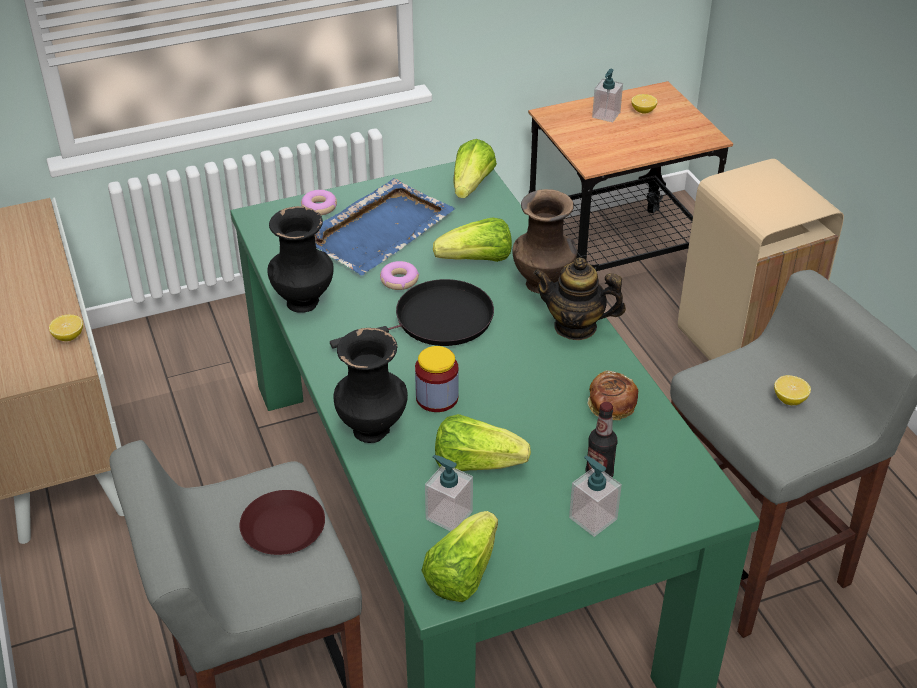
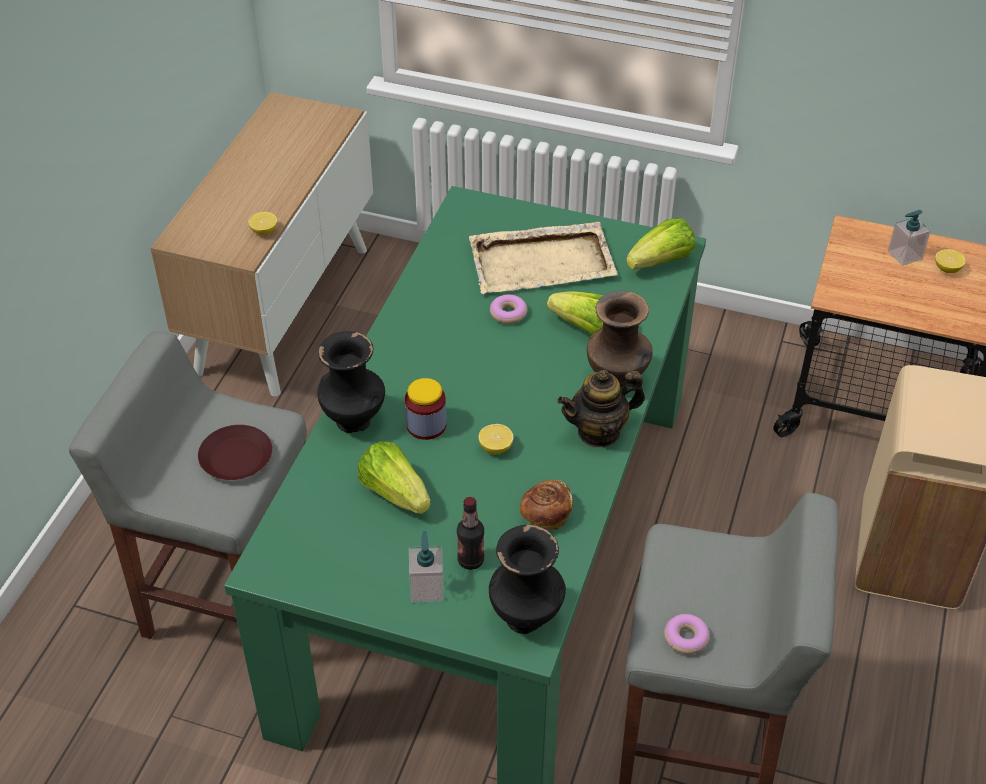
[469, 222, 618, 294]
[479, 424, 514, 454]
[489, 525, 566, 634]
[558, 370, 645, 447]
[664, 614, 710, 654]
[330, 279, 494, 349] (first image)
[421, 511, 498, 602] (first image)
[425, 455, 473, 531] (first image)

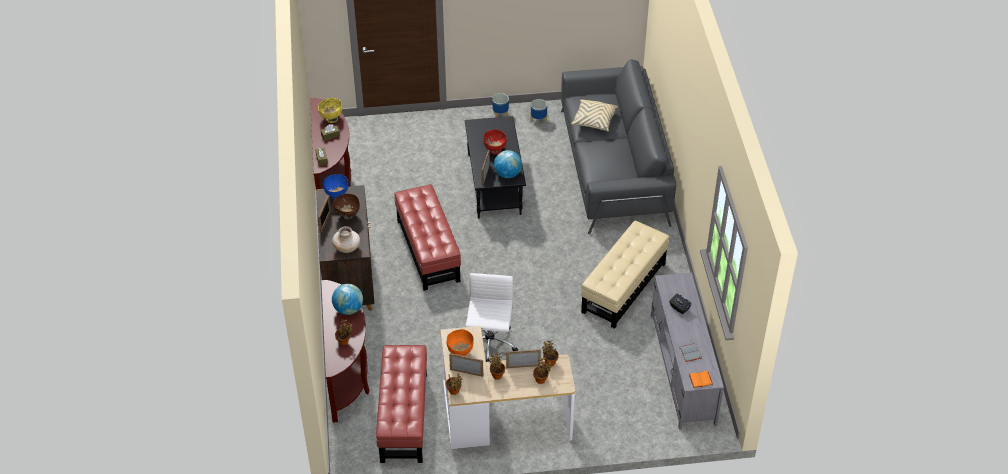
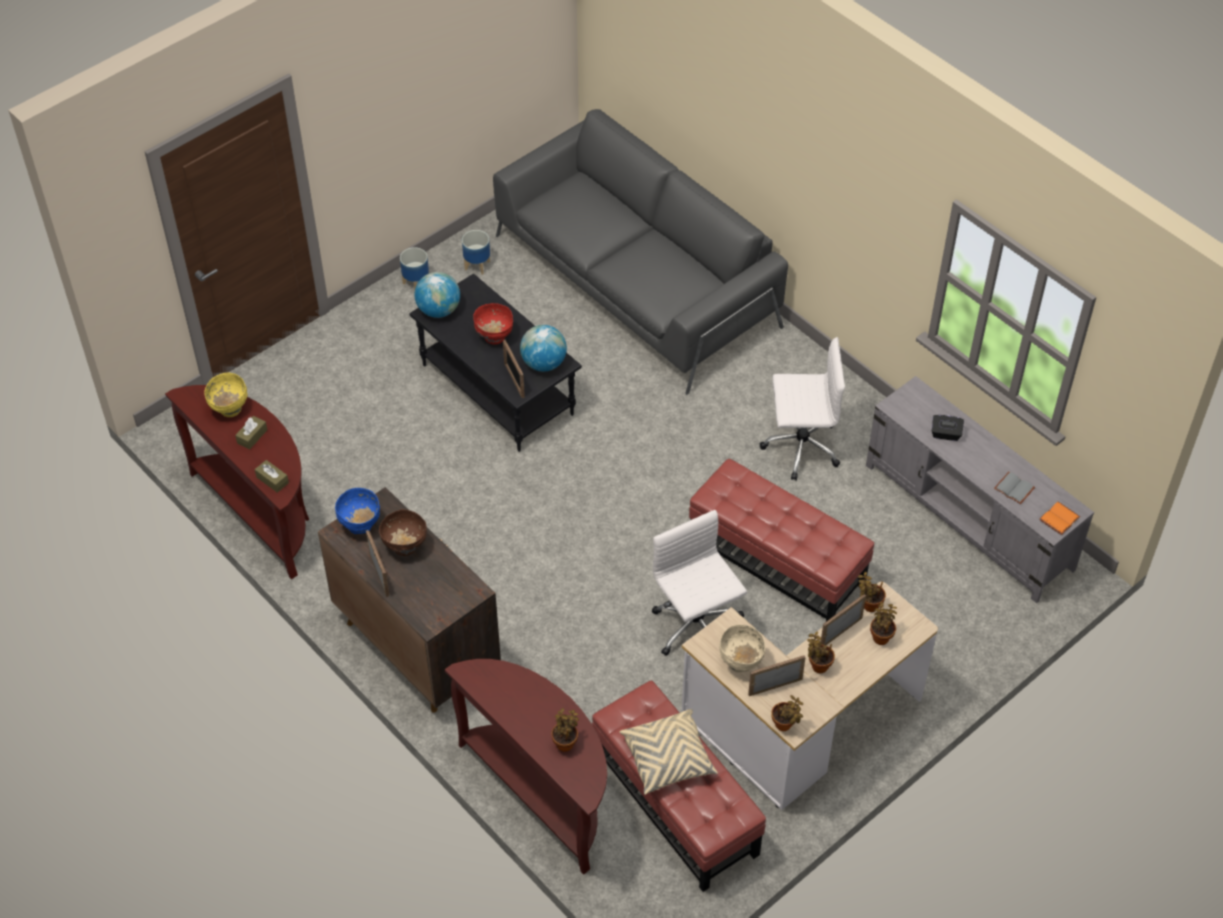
[415, 272, 460, 318]
[619, 709, 718, 795]
[689, 459, 874, 621]
[719, 625, 765, 673]
[760, 337, 845, 481]
[332, 226, 360, 253] (first image)

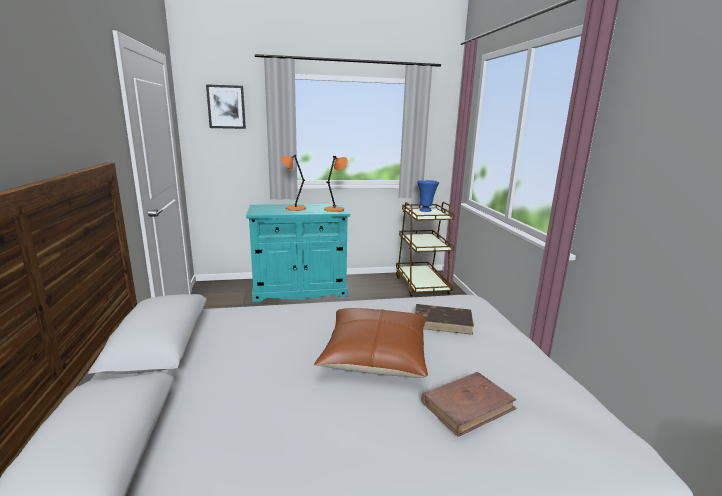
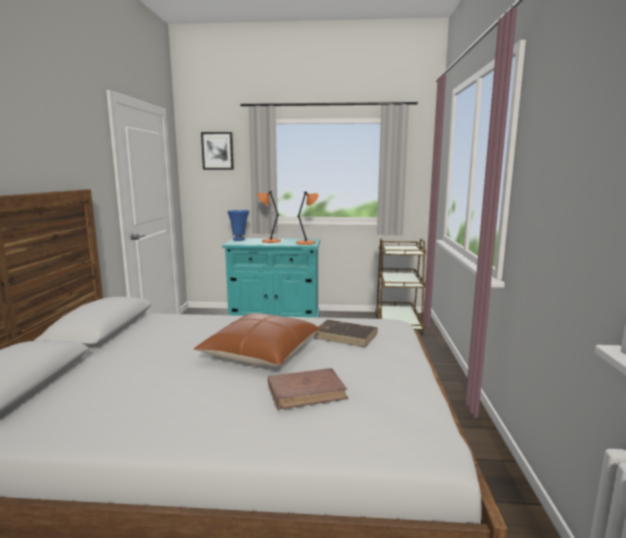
[227, 210, 249, 241]

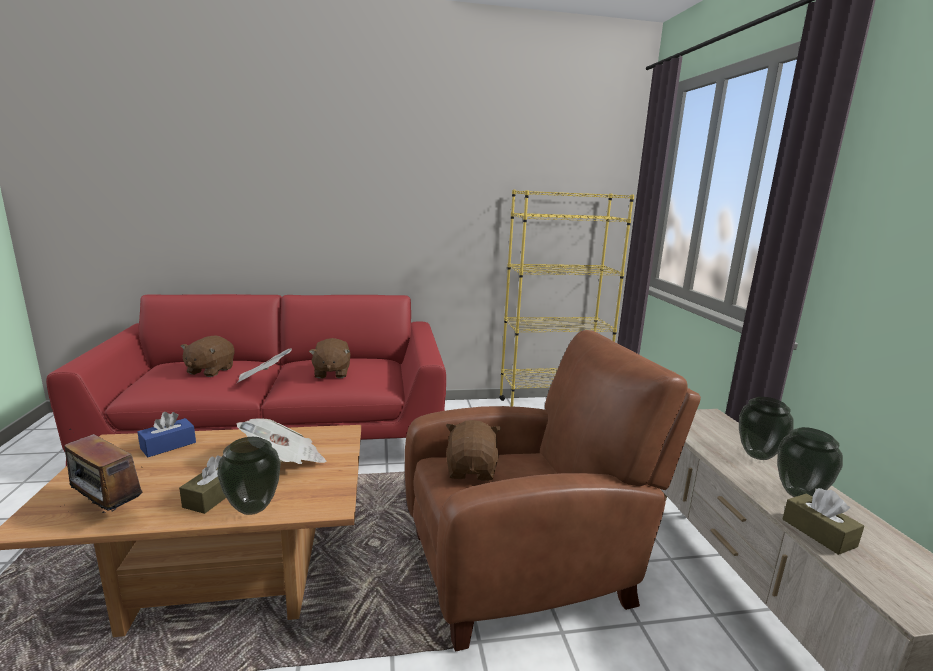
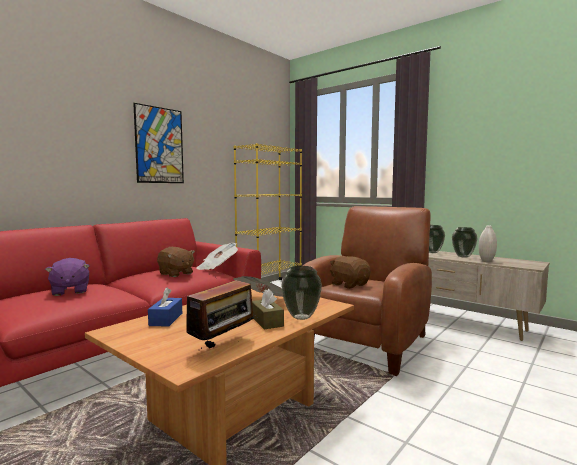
[45, 258, 90, 296]
[133, 103, 184, 183]
[186, 276, 258, 349]
[196, 243, 238, 270]
[479, 225, 497, 262]

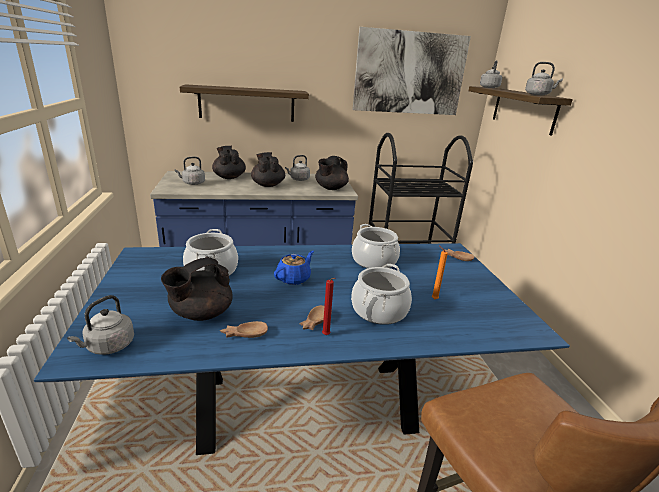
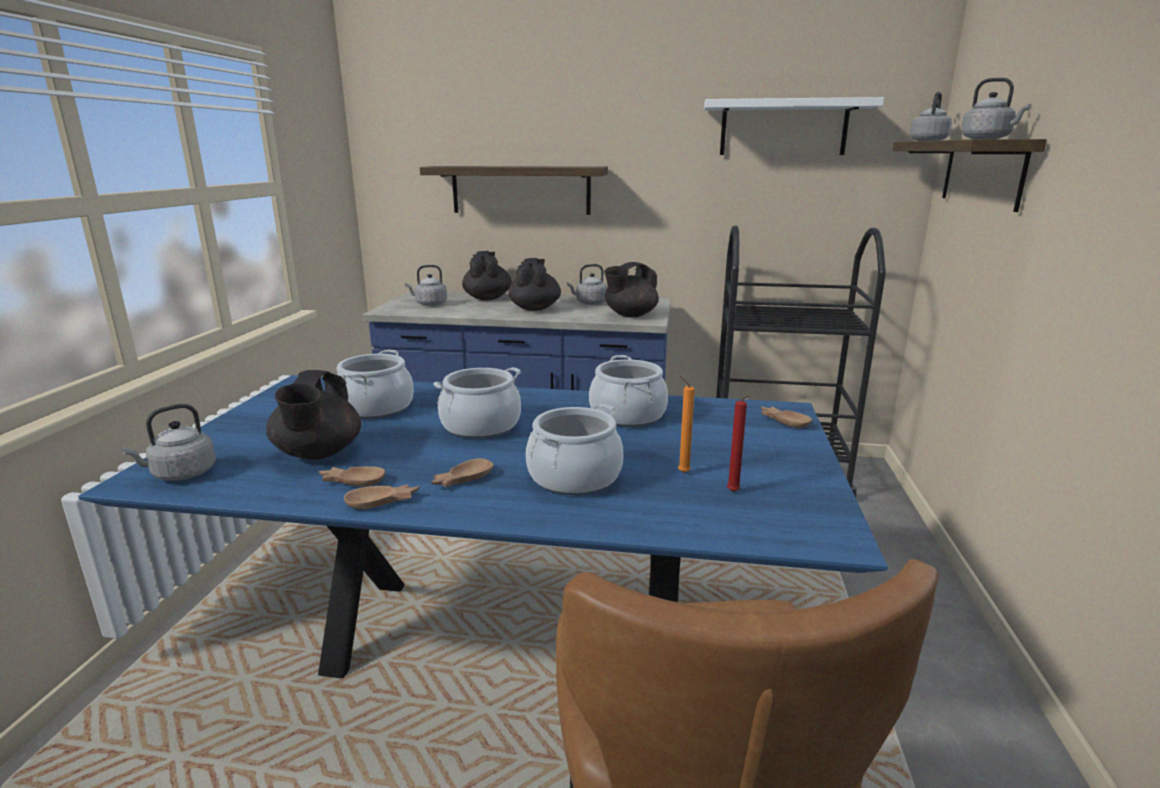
[266, 370, 361, 460]
[344, 484, 420, 509]
[433, 367, 521, 439]
[704, 97, 884, 155]
[727, 395, 749, 492]

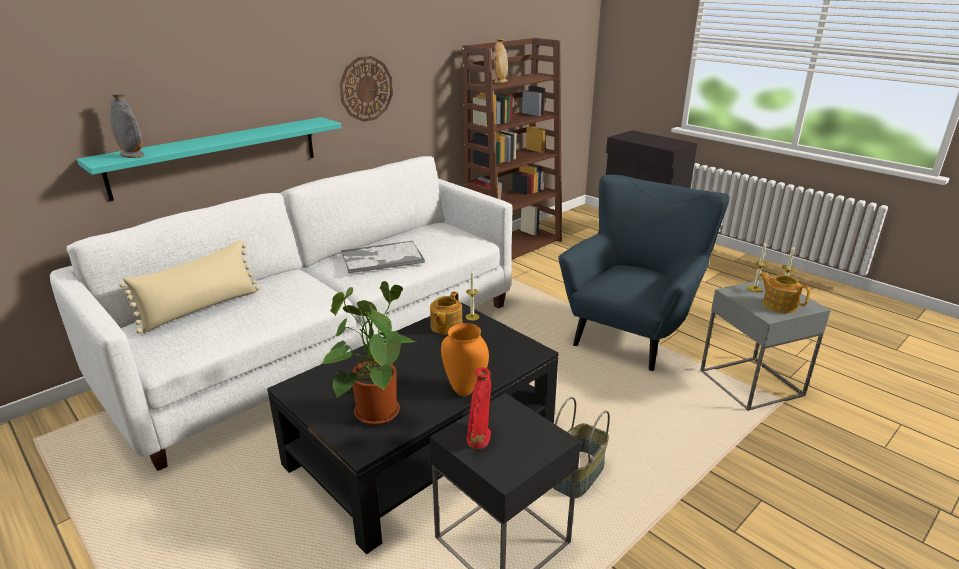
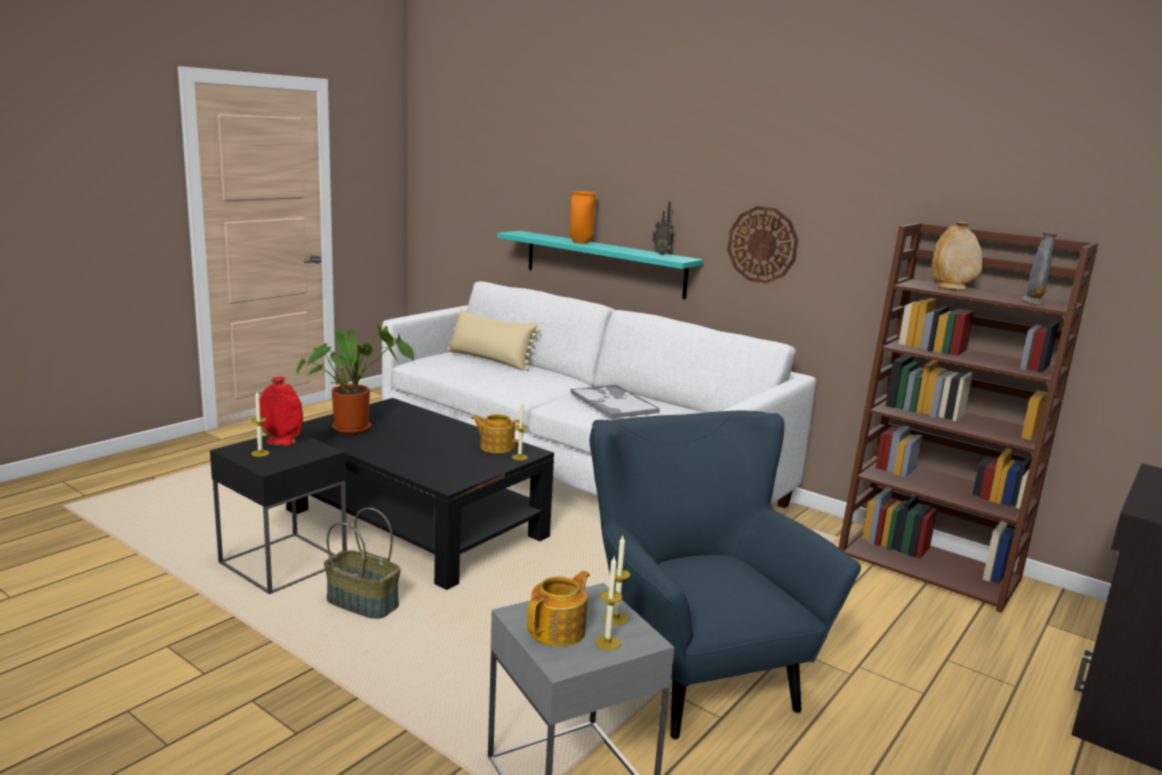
[251, 392, 270, 457]
[570, 191, 596, 244]
[589, 410, 861, 740]
[652, 201, 674, 255]
[1022, 231, 1058, 305]

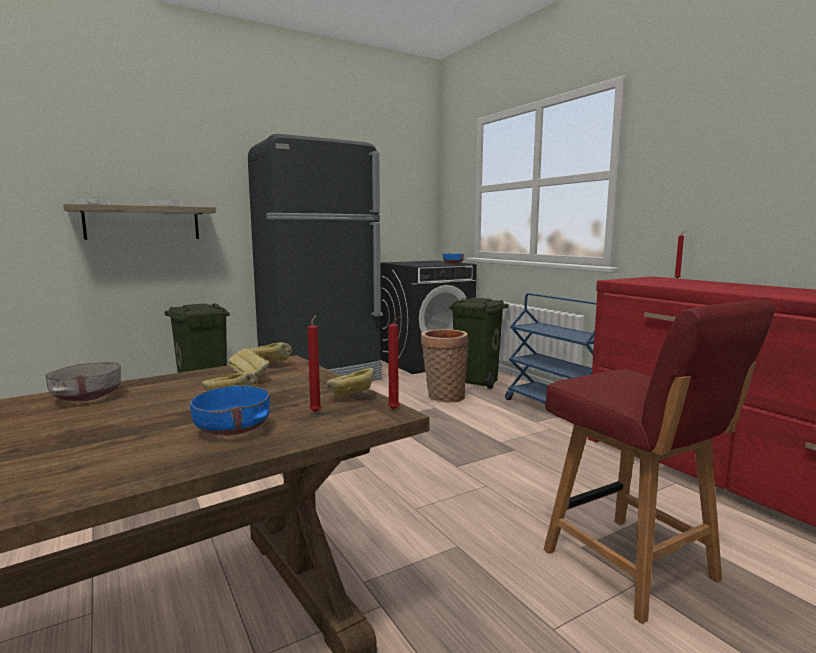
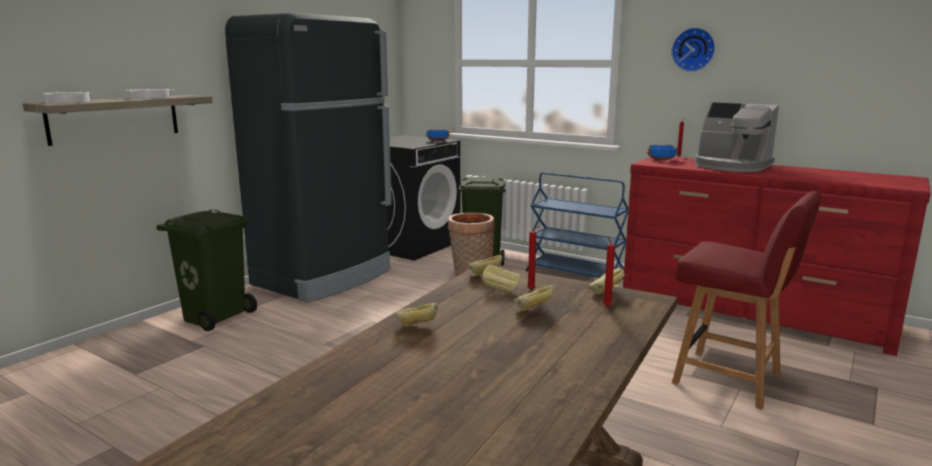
[395, 303, 439, 326]
[527, 226, 540, 290]
[647, 145, 678, 161]
[671, 27, 715, 72]
[694, 102, 779, 172]

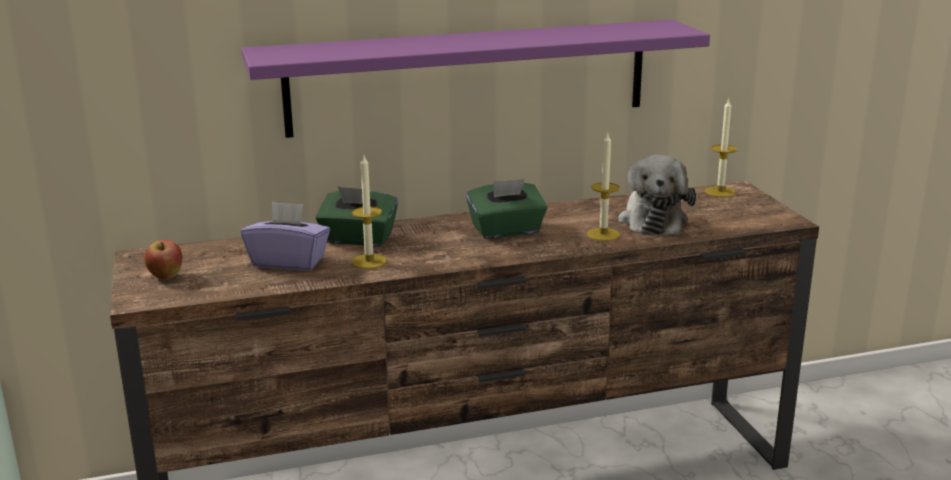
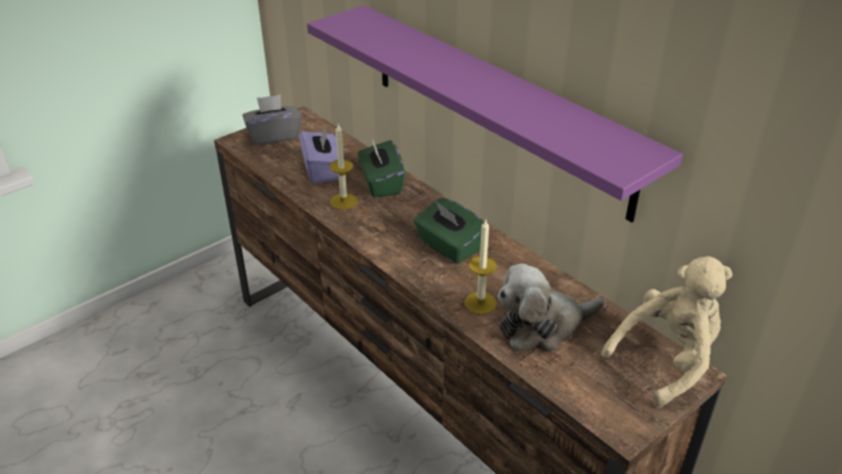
[243, 95, 302, 146]
[601, 256, 733, 407]

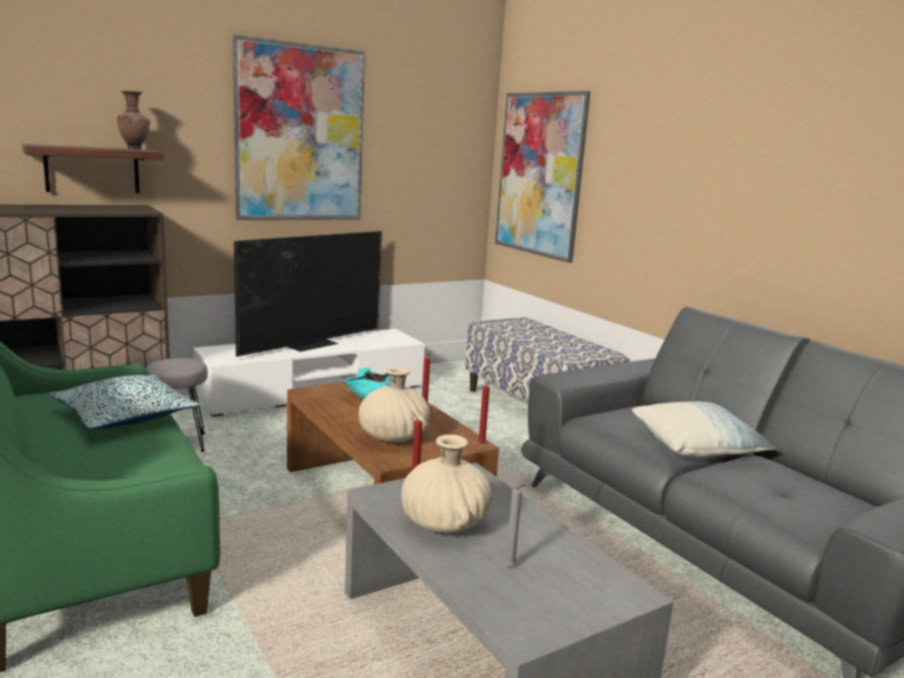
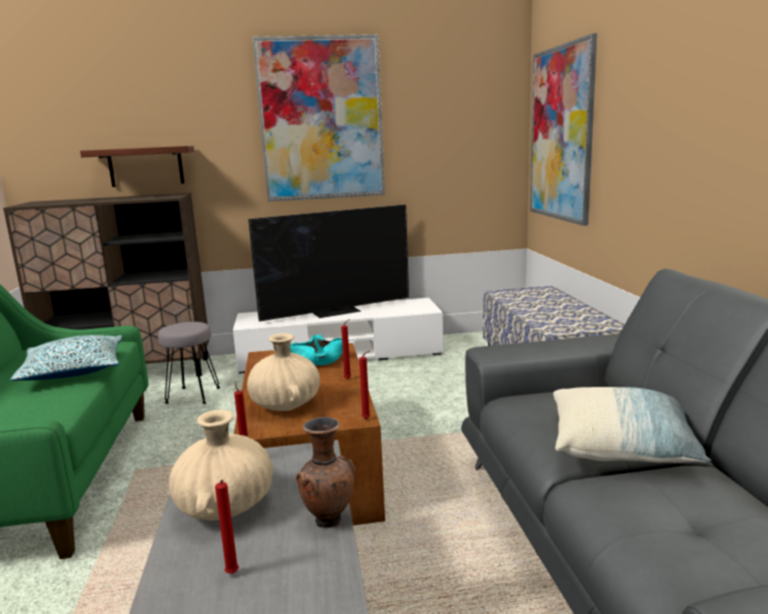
[215, 480, 239, 574]
[296, 417, 355, 528]

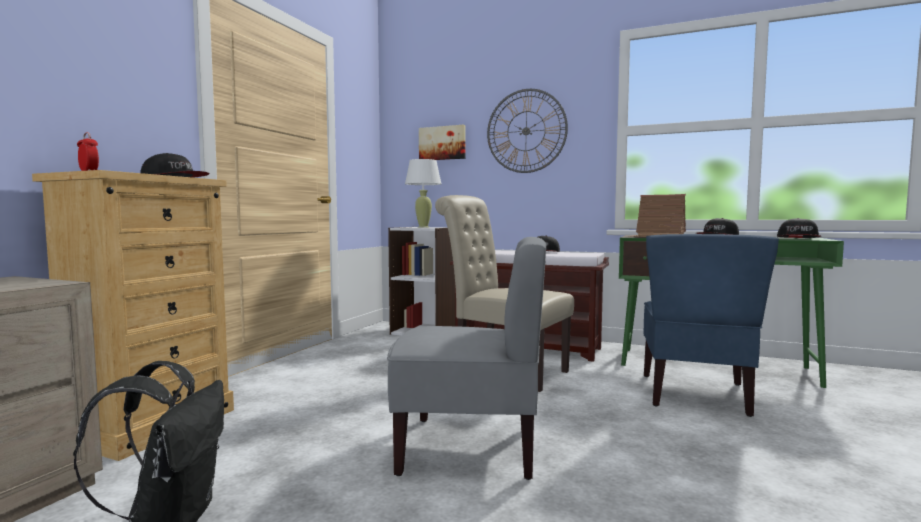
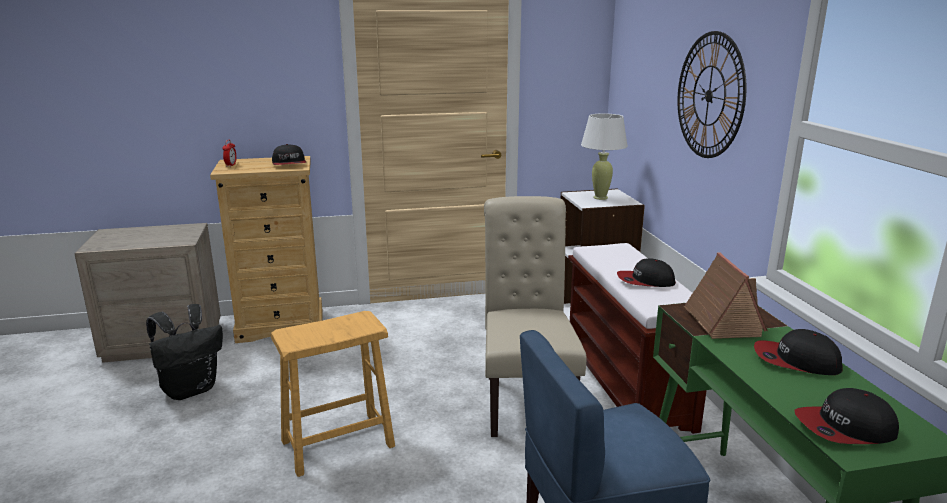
[271, 311, 395, 477]
[419, 125, 465, 160] (first image)

